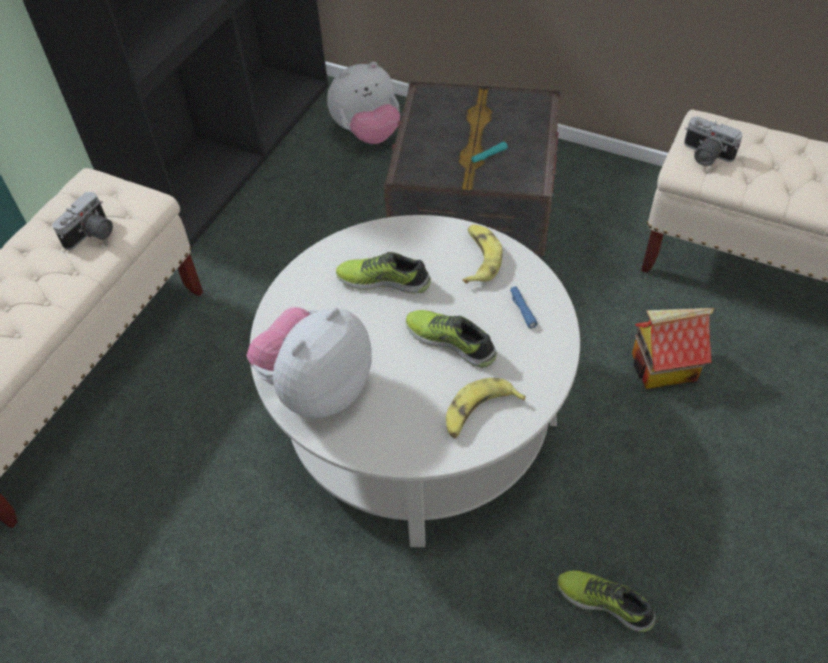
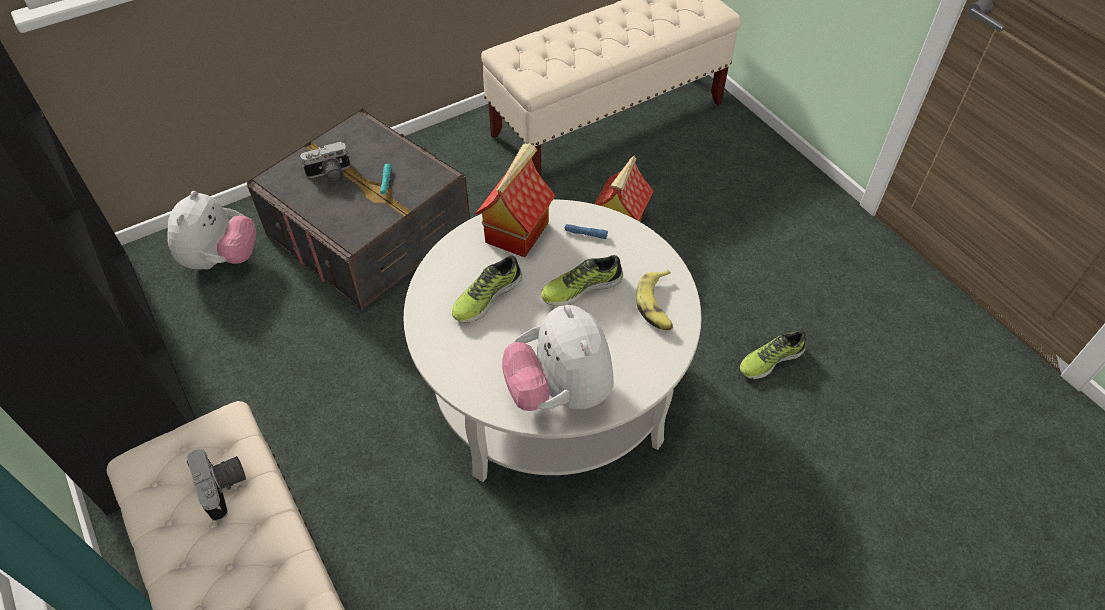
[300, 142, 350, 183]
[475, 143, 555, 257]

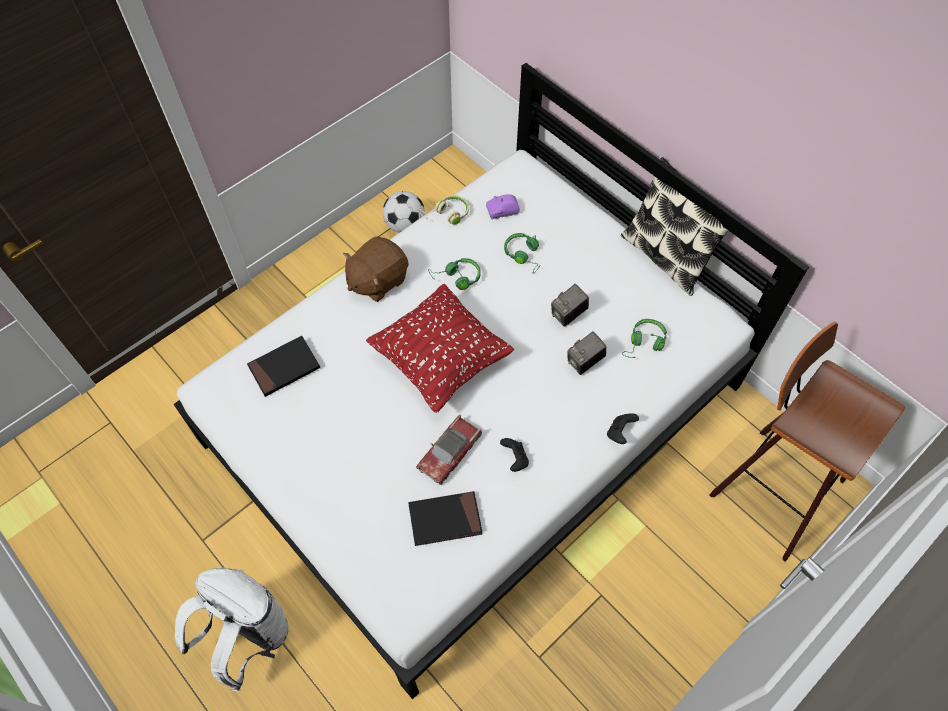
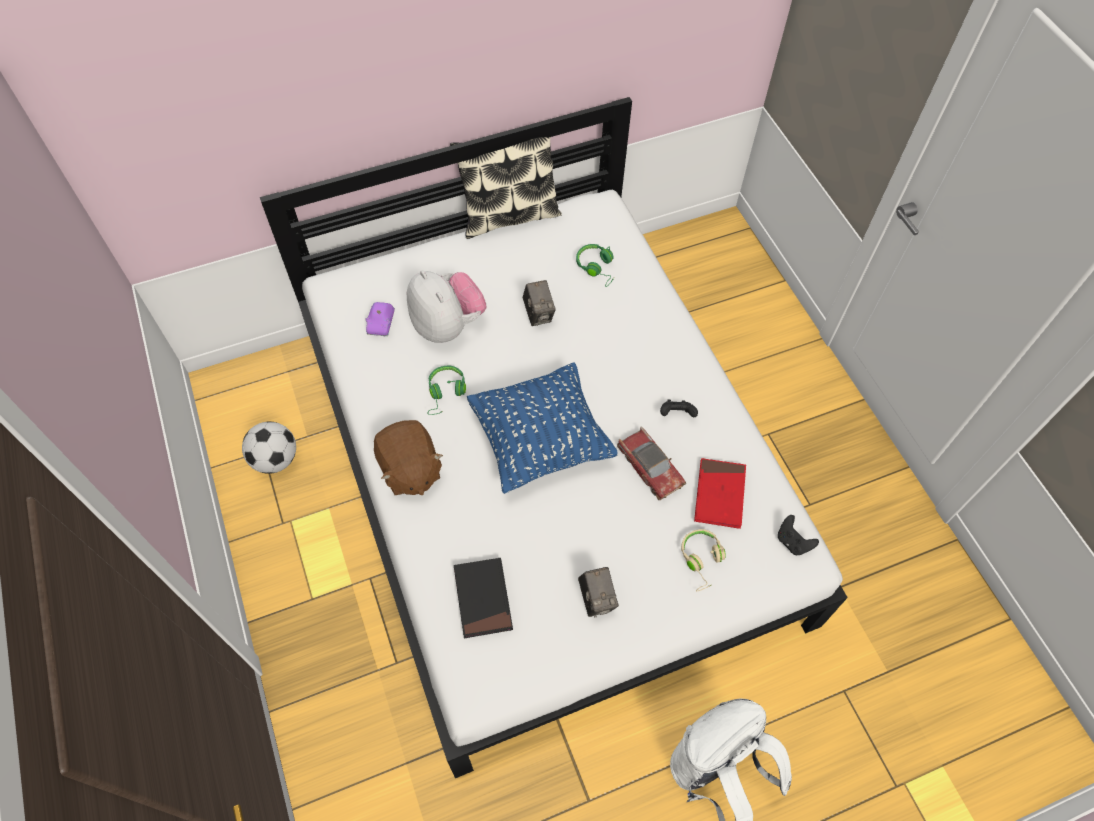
[406, 270, 486, 343]
[467, 362, 618, 494]
[578, 567, 619, 618]
[681, 529, 726, 591]
[694, 458, 746, 529]
[778, 515, 819, 555]
[709, 322, 905, 562] (first image)

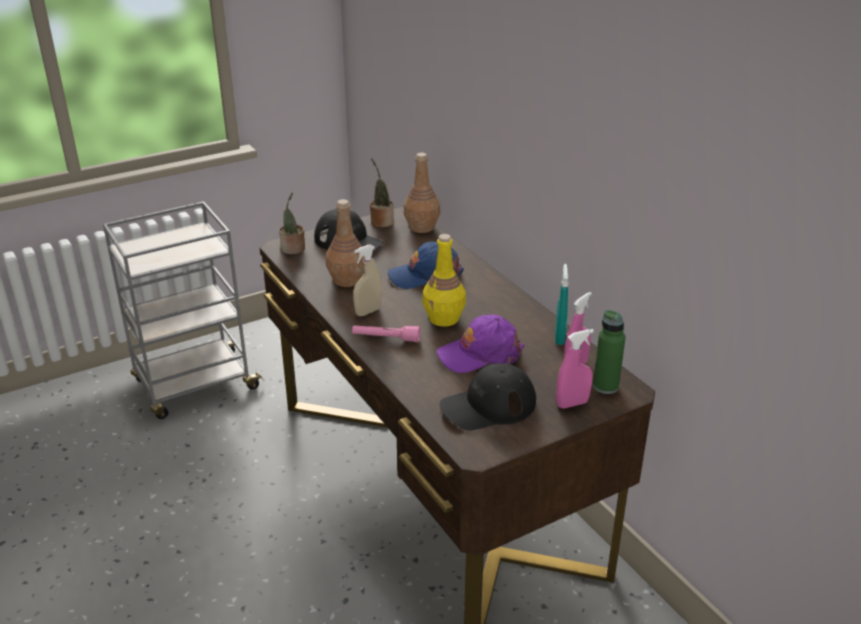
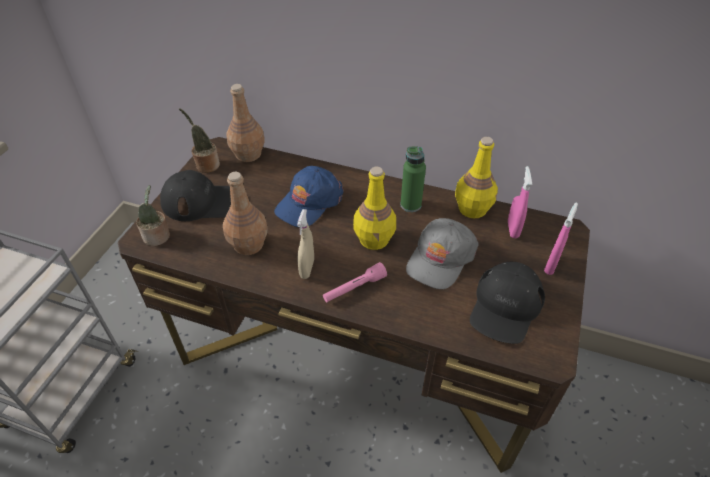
[400, 147, 426, 212]
[406, 218, 479, 289]
[455, 137, 498, 218]

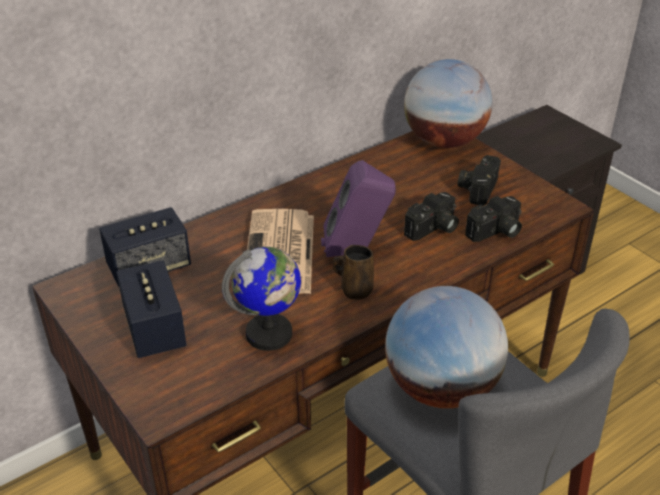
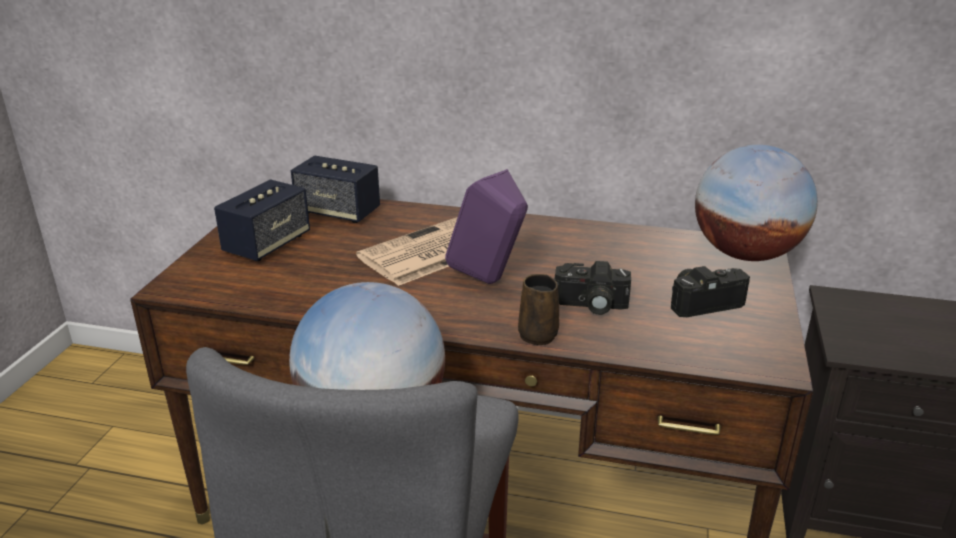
[518, 274, 559, 345]
[222, 247, 301, 351] (first image)
[465, 196, 522, 242] (first image)

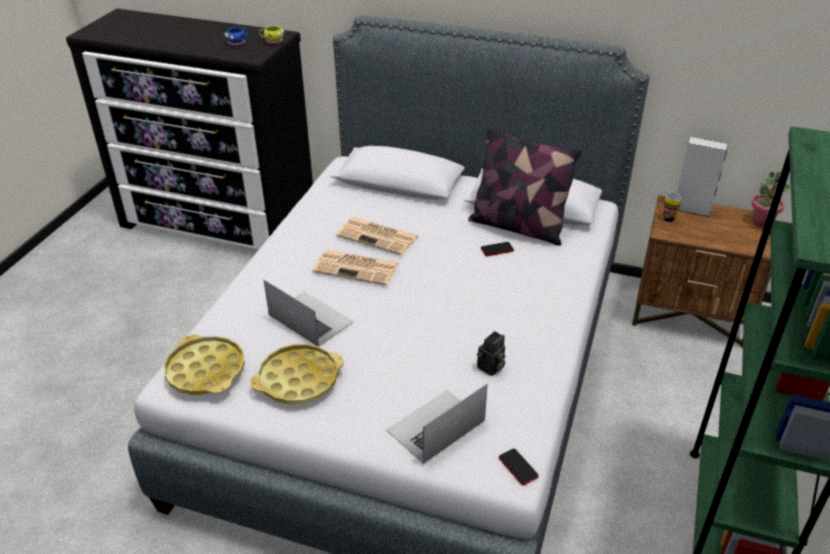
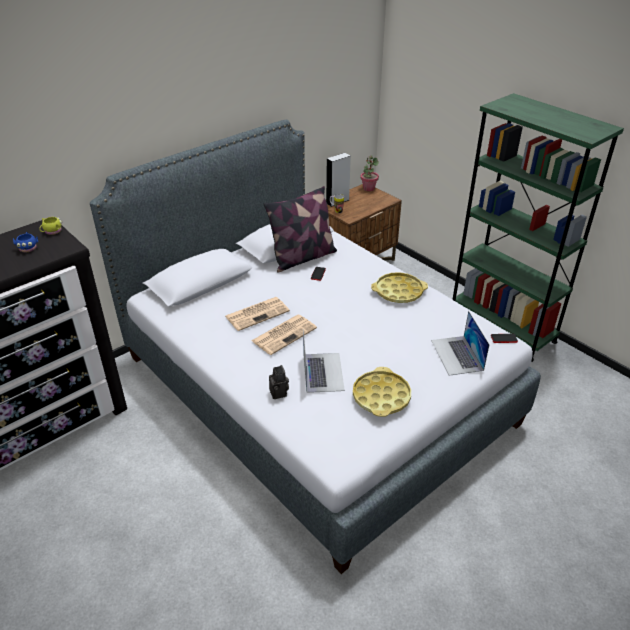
[269, 365, 289, 399]
[303, 329, 345, 393]
[371, 272, 428, 303]

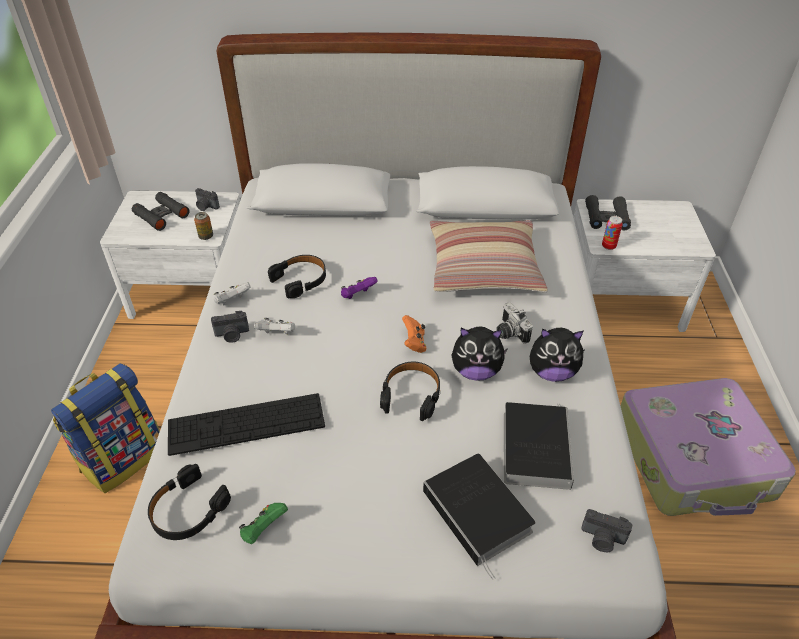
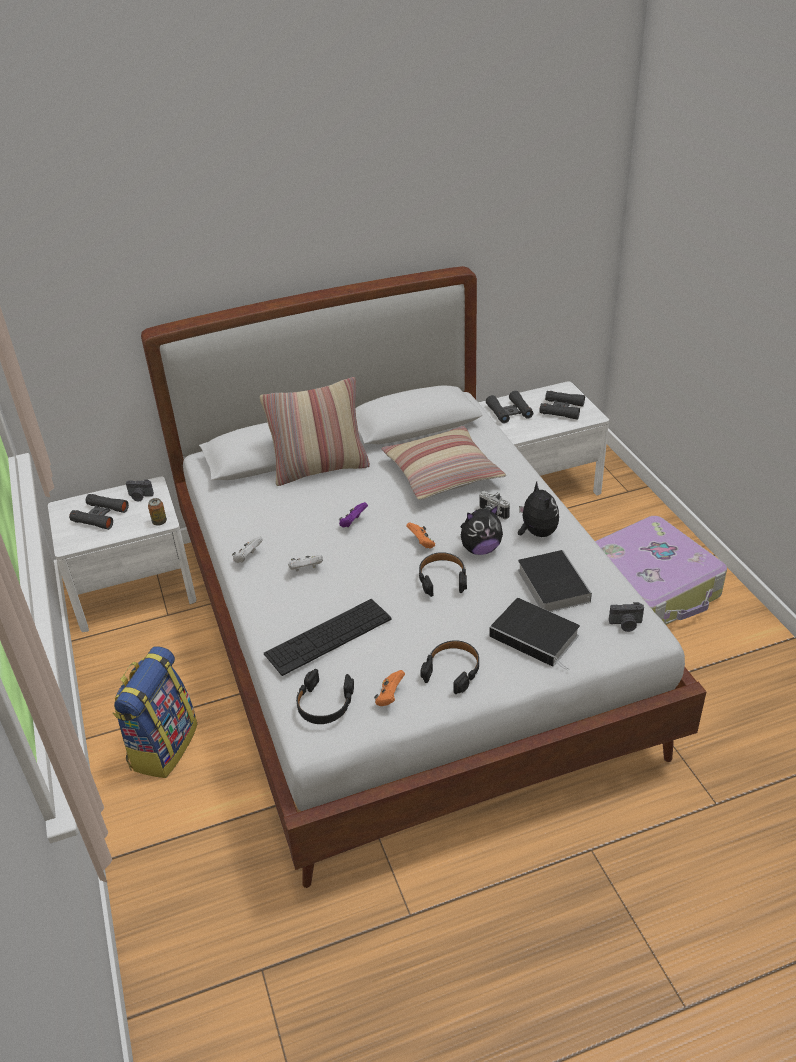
[260, 377, 370, 486]
[374, 670, 405, 706]
[420, 640, 479, 694]
[518, 482, 559, 537]
[539, 391, 585, 420]
[211, 311, 249, 343] (first image)
[602, 216, 623, 250] (first image)

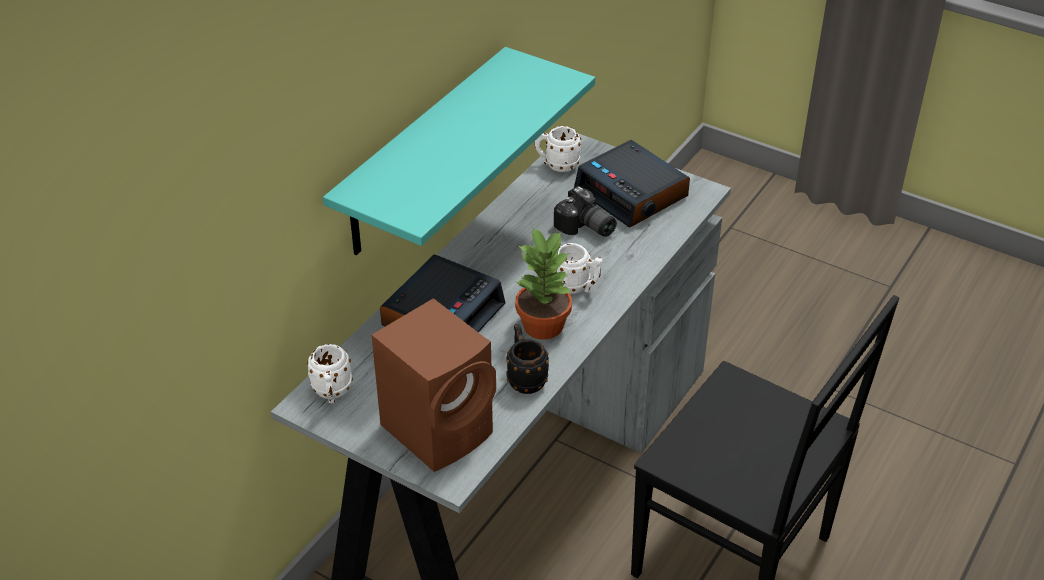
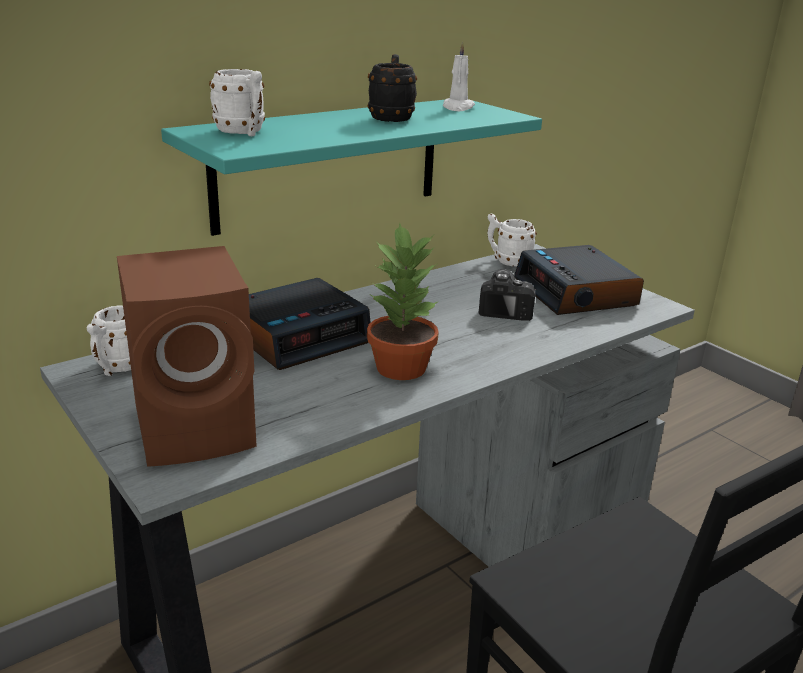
[209, 69, 265, 136]
[367, 54, 417, 122]
[443, 41, 475, 111]
[478, 269, 536, 321]

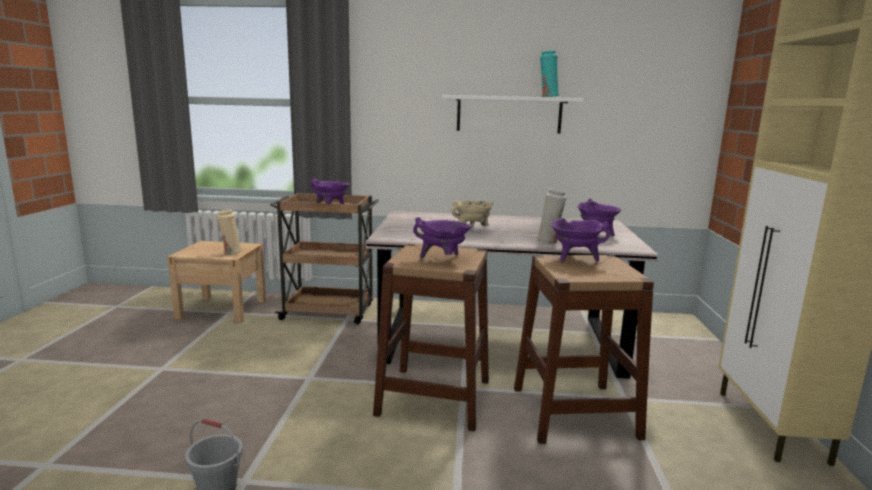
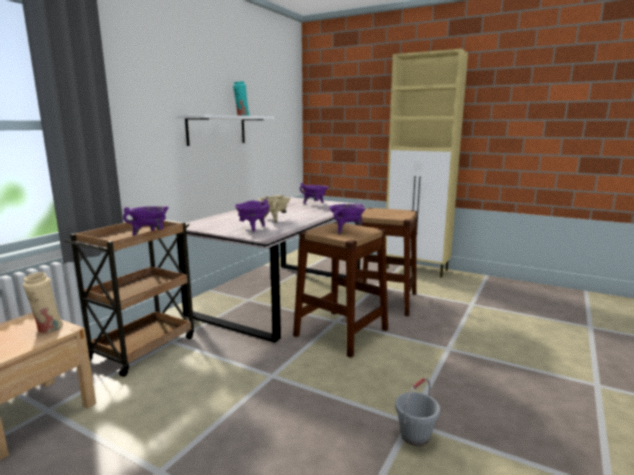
[235, 199, 269, 231]
[537, 189, 566, 243] (first image)

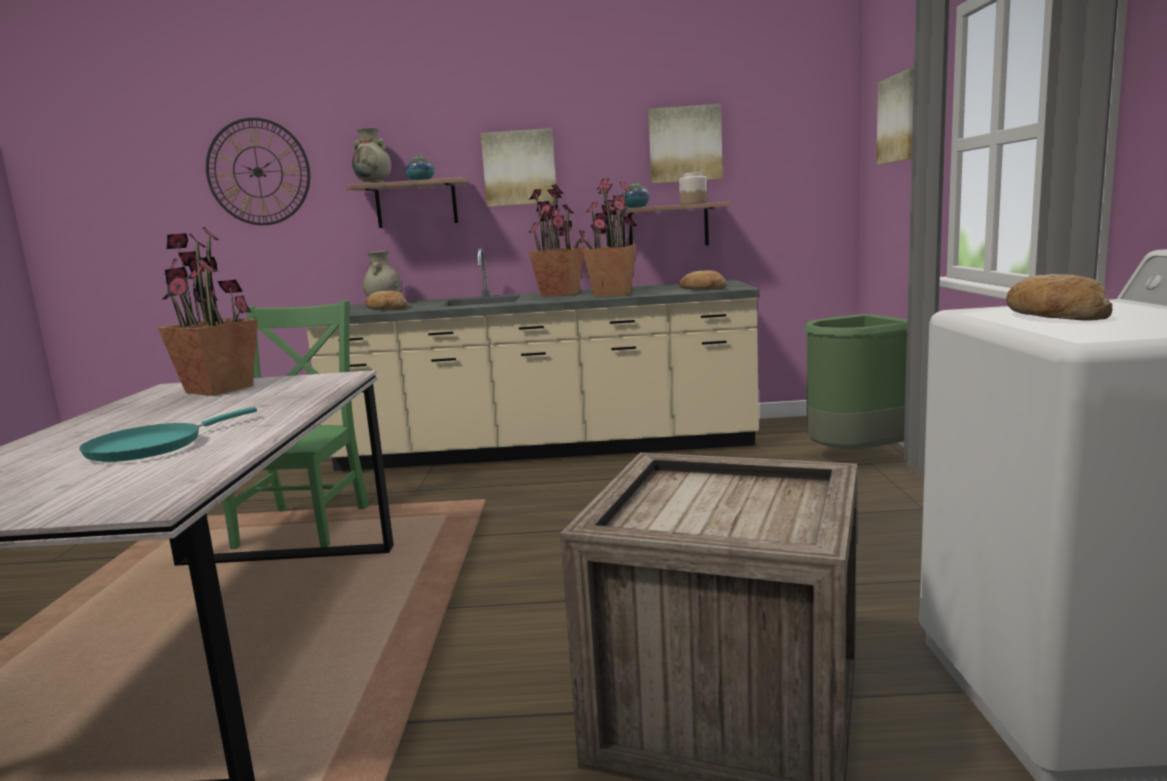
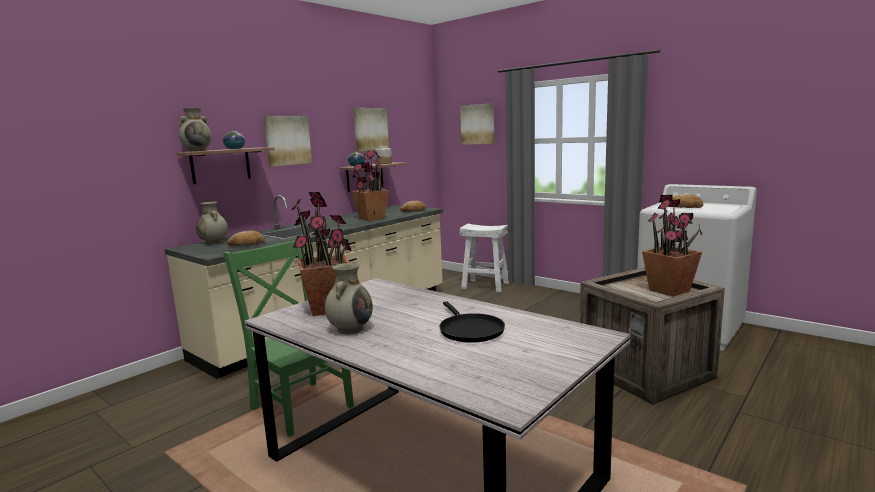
[325, 263, 373, 334]
[439, 301, 505, 343]
[460, 224, 509, 292]
[642, 195, 702, 297]
[206, 117, 310, 225] (first image)

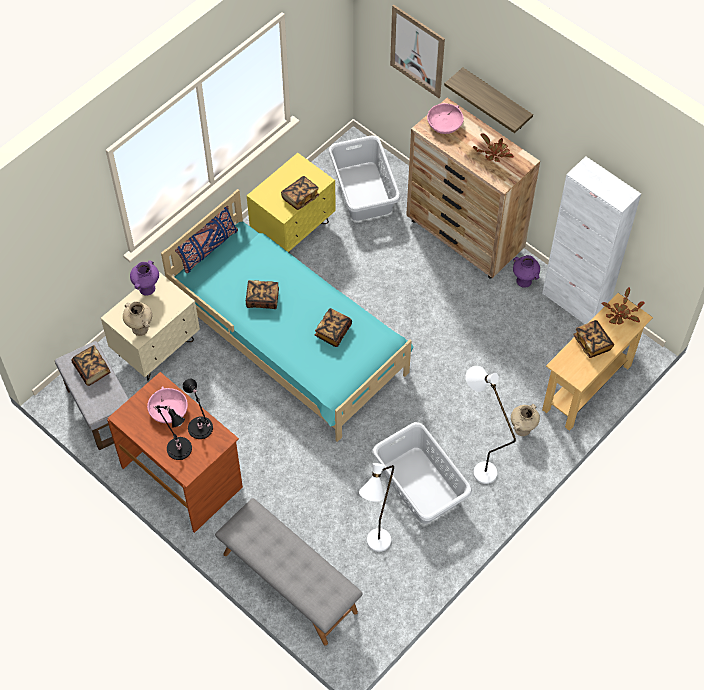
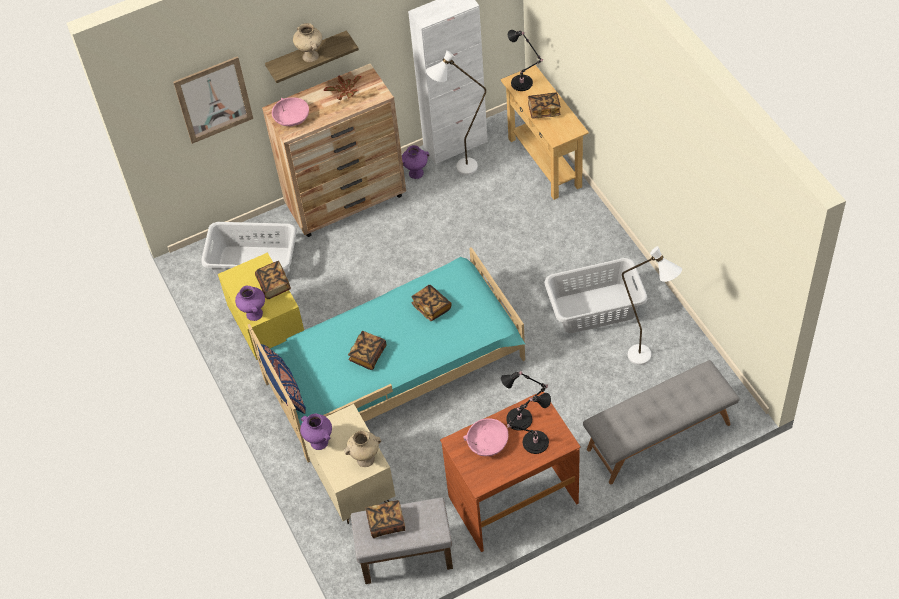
[235, 285, 265, 321]
[293, 23, 322, 62]
[426, 51, 486, 175]
[508, 30, 544, 91]

